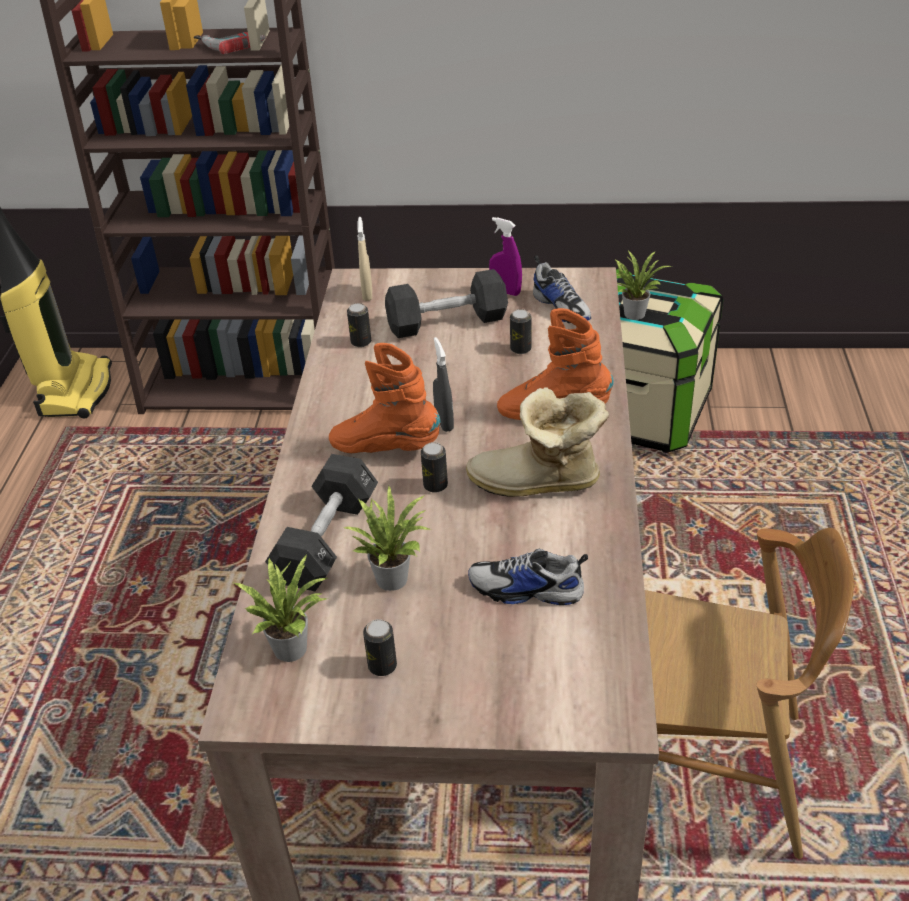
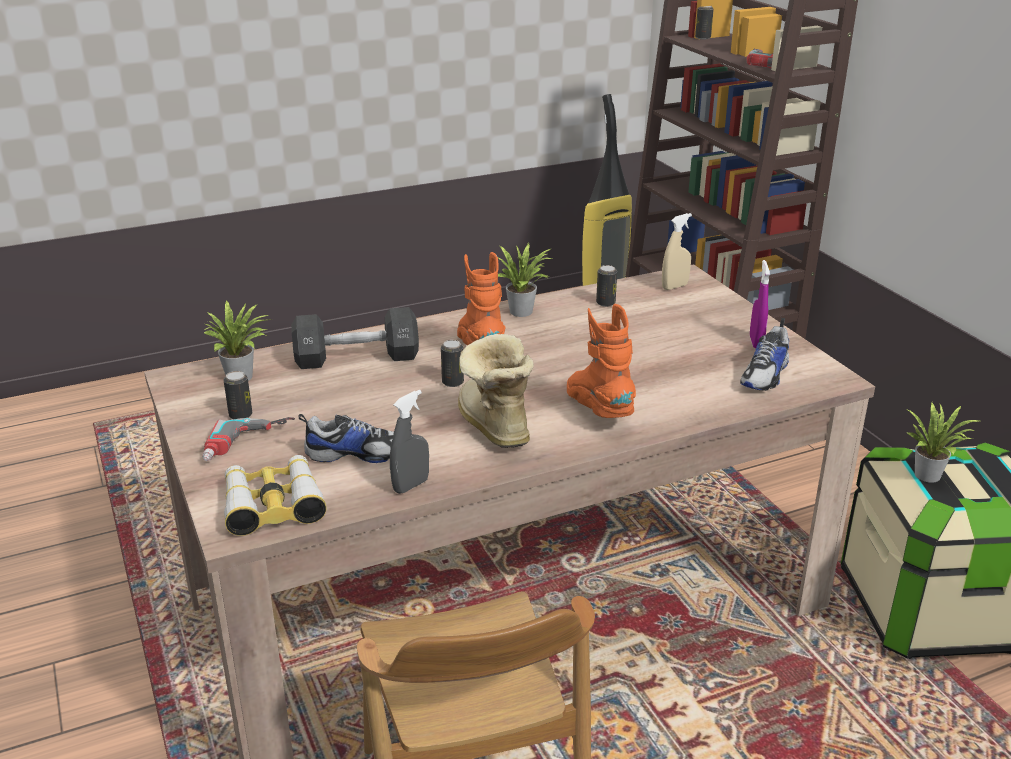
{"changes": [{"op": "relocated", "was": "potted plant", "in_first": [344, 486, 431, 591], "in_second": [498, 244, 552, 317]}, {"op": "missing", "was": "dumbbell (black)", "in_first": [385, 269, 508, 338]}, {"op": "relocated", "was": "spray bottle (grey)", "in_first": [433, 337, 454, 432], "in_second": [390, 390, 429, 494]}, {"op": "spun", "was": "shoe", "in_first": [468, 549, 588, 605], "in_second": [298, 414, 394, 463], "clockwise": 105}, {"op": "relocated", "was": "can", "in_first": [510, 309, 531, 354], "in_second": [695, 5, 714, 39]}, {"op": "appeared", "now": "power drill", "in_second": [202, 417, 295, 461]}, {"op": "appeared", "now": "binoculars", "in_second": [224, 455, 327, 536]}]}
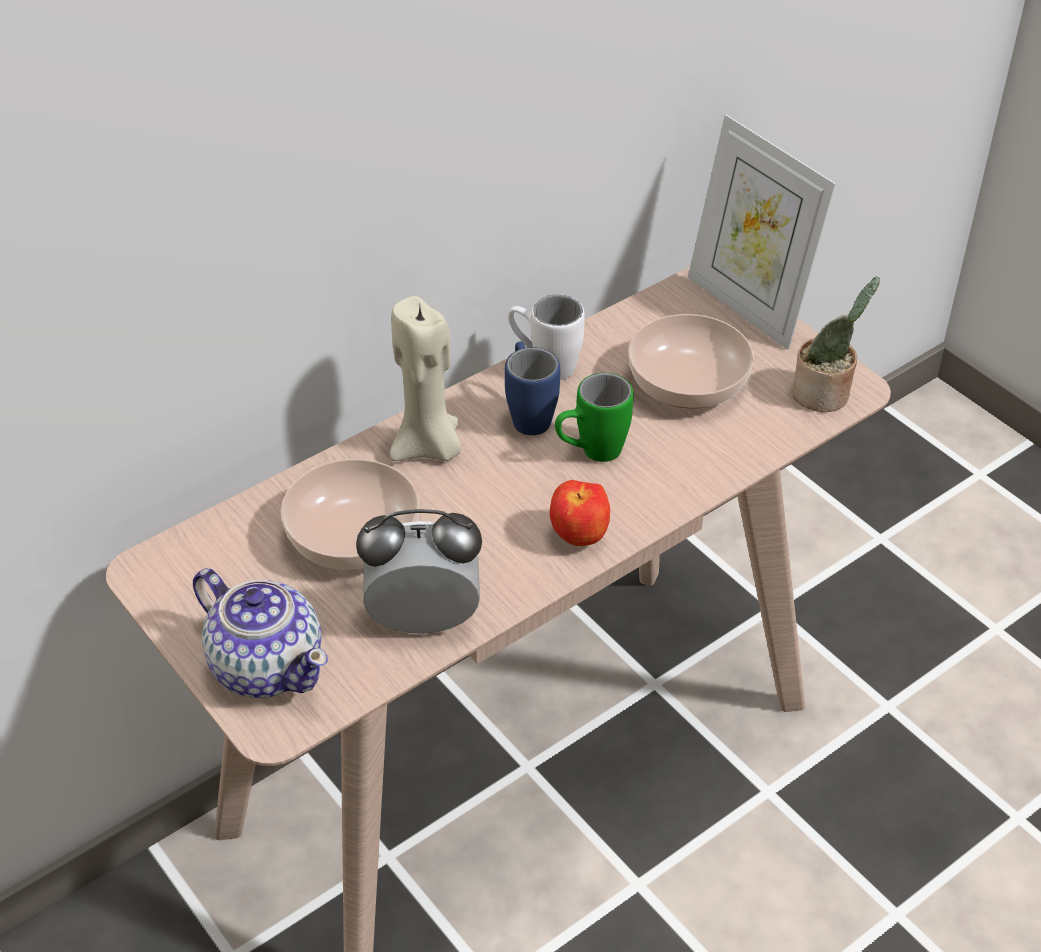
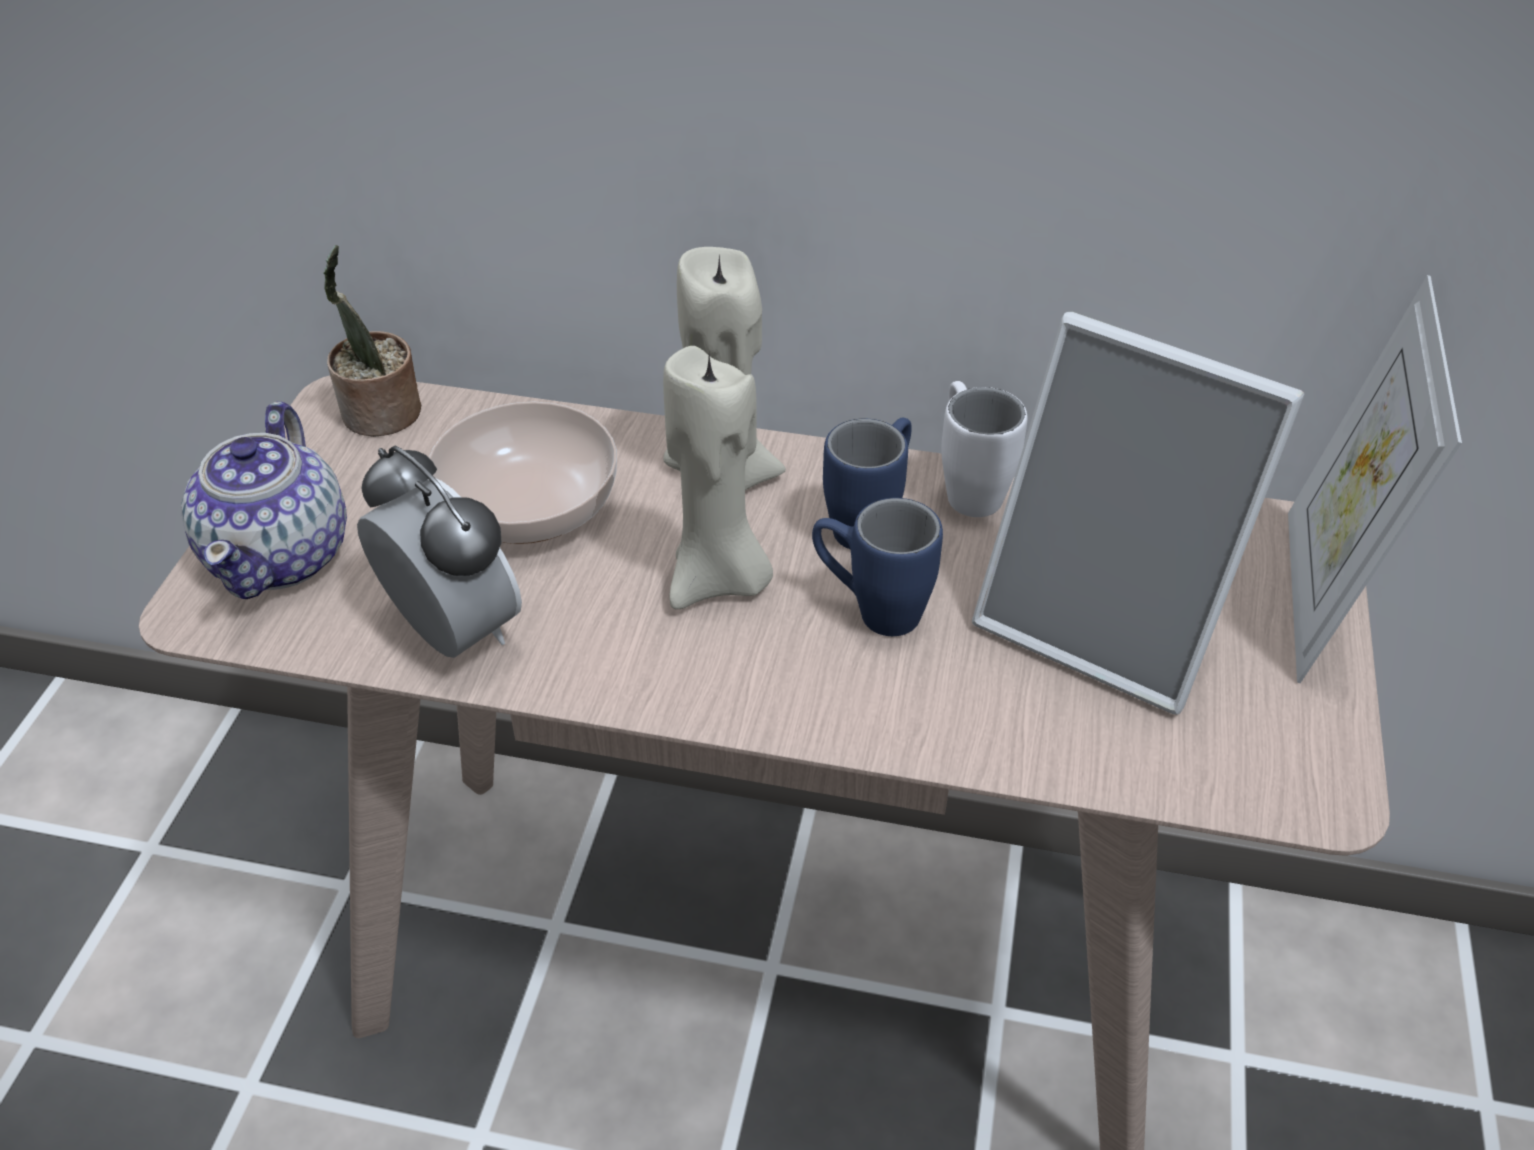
{"changes": [{"op": "missing", "was": "apple", "in_first": [550, 480, 610, 546]}, {"op": "colour", "was": "mug (green)", "now": "mug (blue)", "in_first": [555, 373, 633, 462], "in_second": [812, 498, 943, 636]}, {"op": "exchanged", "was": "bowl", "now": "picture frame", "in_first": [628, 314, 754, 408], "in_second": [972, 312, 1304, 714]}, {"op": "relocated", "was": "potted plant", "in_first": [793, 277, 880, 412], "in_second": [323, 245, 421, 437]}, {"op": "appeared", "now": "candle (beige)", "in_second": [663, 346, 773, 609]}]}
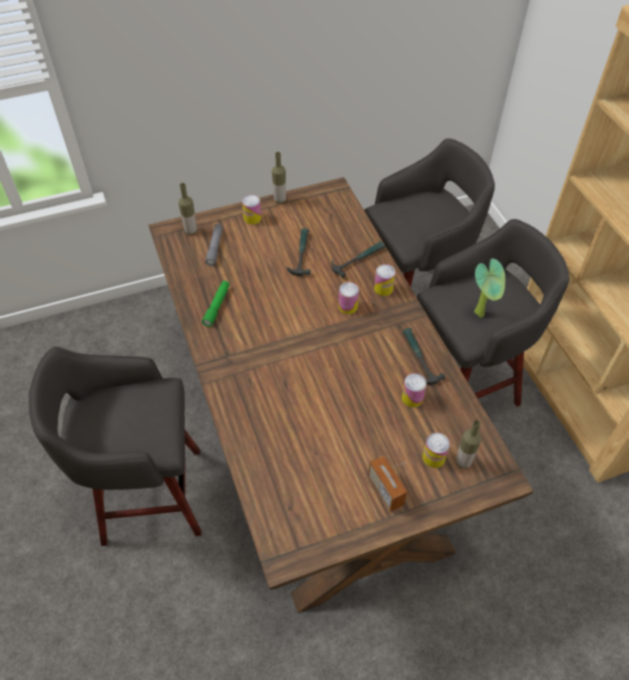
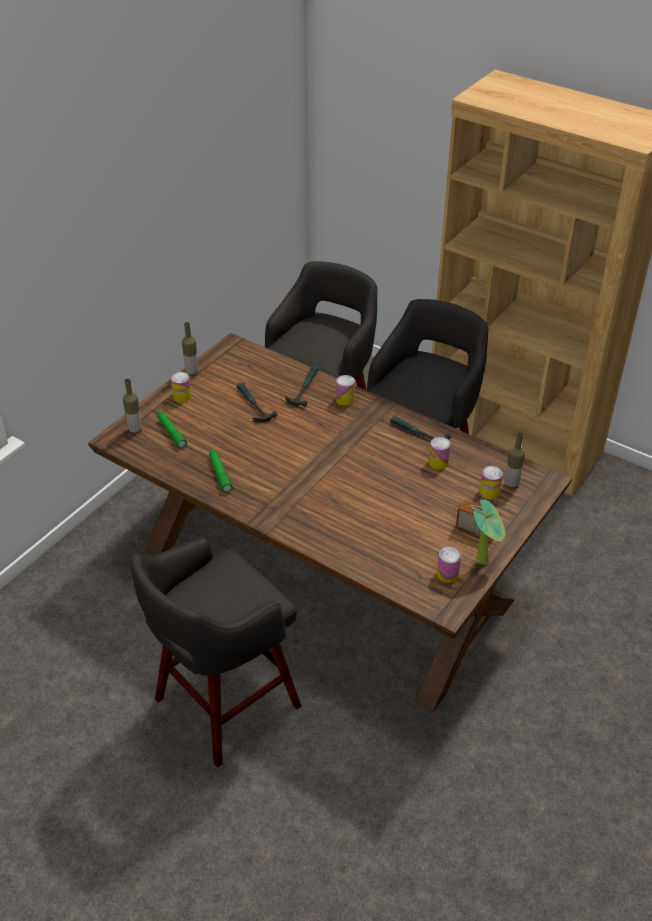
{"changes": [{"op": "colour", "was": "flashlight (grey)", "now": "flashlight (green)", "in_first": [205, 224, 222, 266], "in_second": [157, 411, 187, 449]}, {"op": "relocated", "was": "can", "in_first": [338, 282, 359, 314], "in_second": [437, 547, 461, 583]}, {"op": "relocated", "was": "potted plant", "in_first": [474, 258, 505, 318], "in_second": [474, 499, 505, 566]}]}
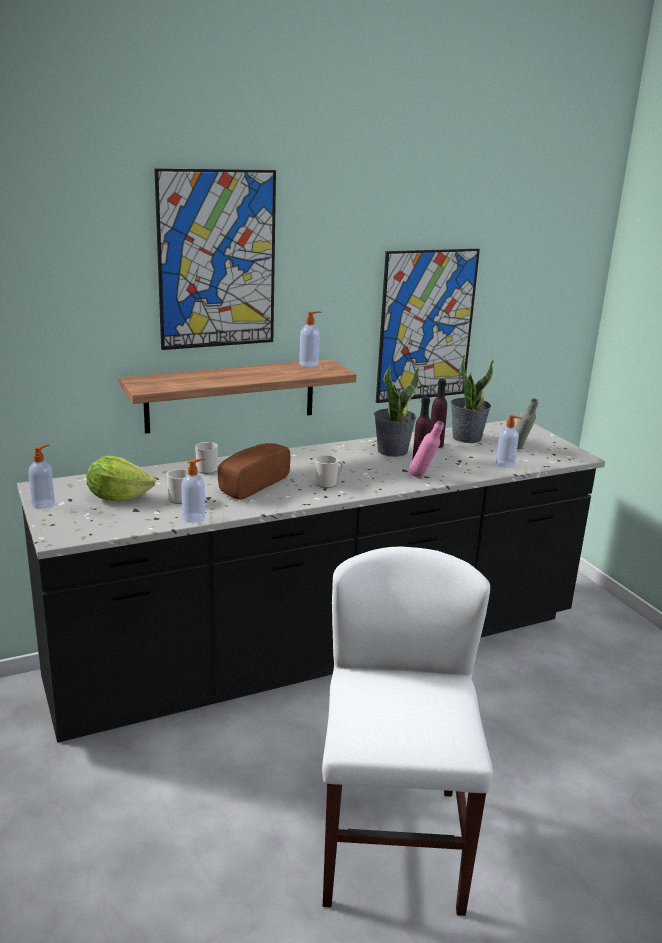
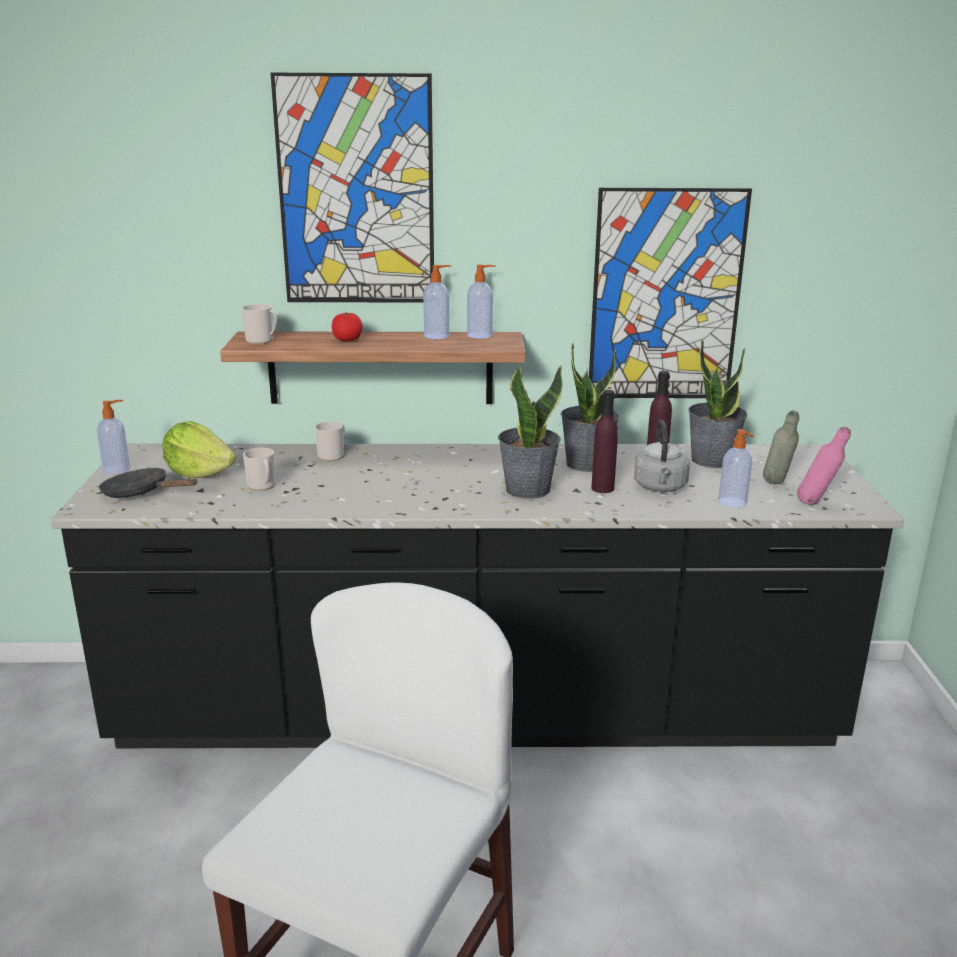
{"changes": [{"op": "relocated", "was": "soap dispenser", "in_first": [181, 458, 205, 523], "in_second": [423, 265, 451, 339]}, {"op": "missing", "was": "bread", "in_first": [218, 443, 290, 500]}, {"op": "relocated", "was": "mug", "in_first": [315, 455, 343, 488], "in_second": [241, 304, 277, 344]}, {"op": "relocated", "was": "bottle (pink)", "in_first": [409, 421, 444, 478], "in_second": [797, 427, 851, 505]}, {"op": "appeared", "now": "frying pan (black)", "in_second": [99, 468, 197, 498]}, {"op": "appeared", "now": "tomato", "in_second": [332, 312, 363, 341]}, {"op": "appeared", "now": "potted plant", "in_second": [498, 365, 562, 499]}, {"op": "appeared", "now": "kettle (grey)", "in_second": [634, 420, 690, 492]}]}
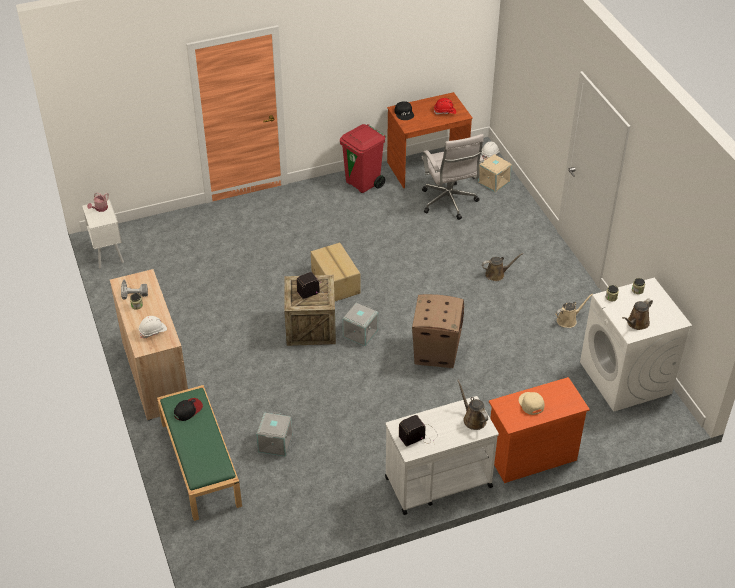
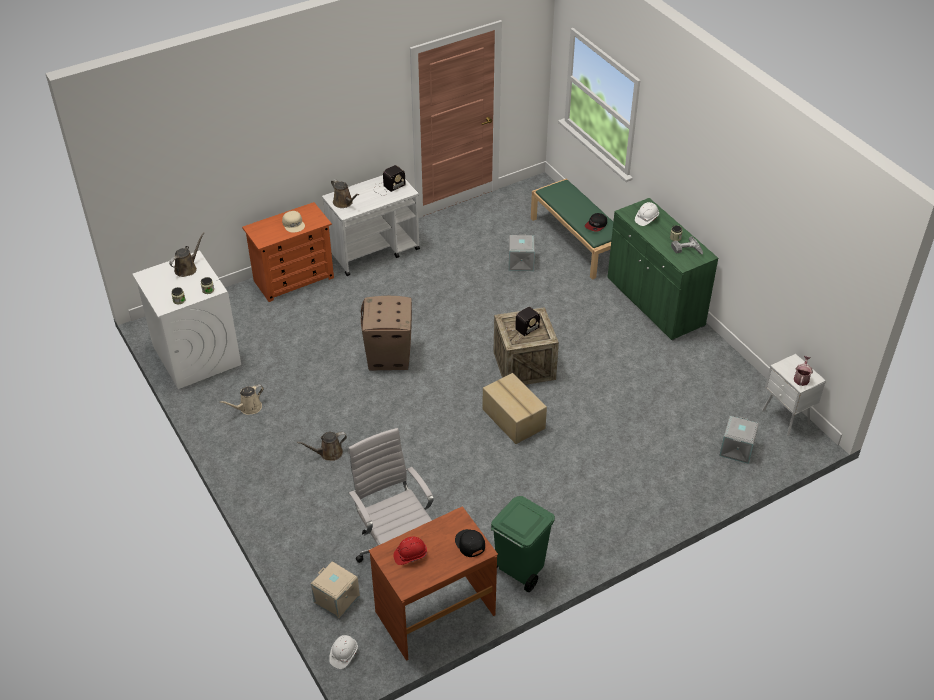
{"changes": [{"op": "colour", "was": "cabinet (beige)", "now": "cabinet (green)", "in_first": [110, 269, 188, 421], "in_second": [607, 198, 718, 341]}, {"op": "colour", "was": "trash can (red)", "now": "trash can (green)", "in_first": [340, 124, 386, 193], "in_second": [491, 496, 555, 592]}, {"op": "relocated", "was": "storage box (grey)", "in_first": [342, 303, 378, 346], "in_second": [719, 416, 759, 464]}]}
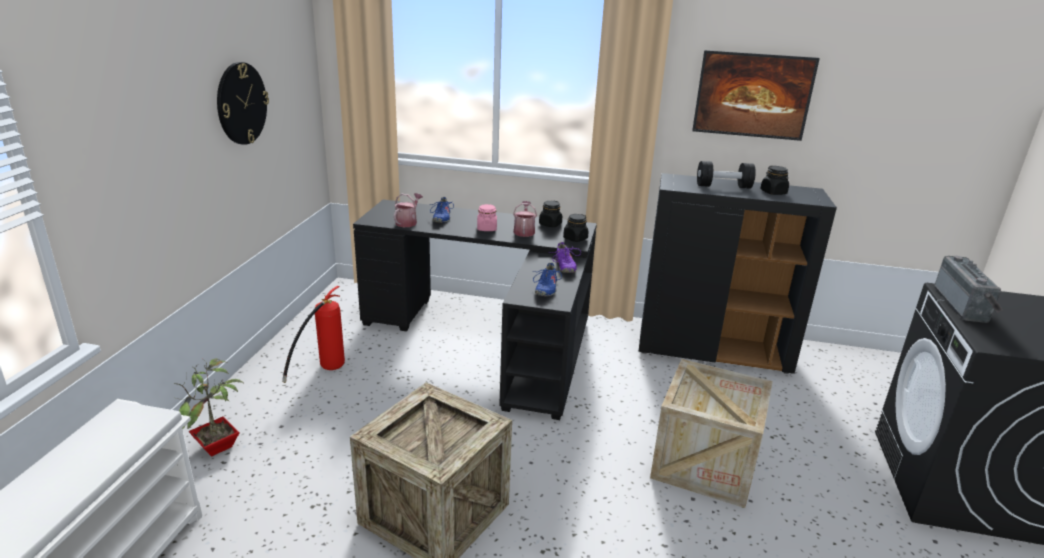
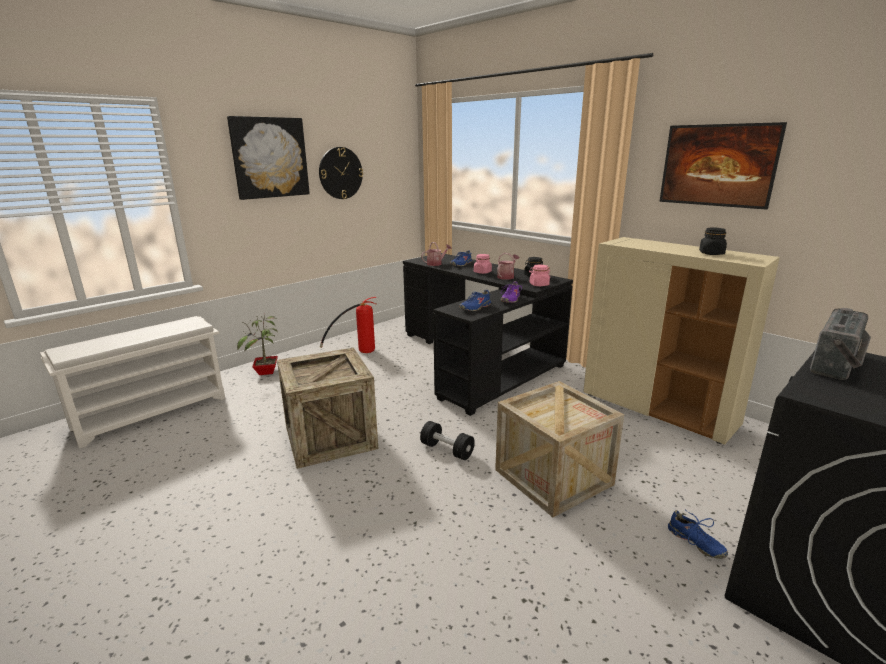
{"changes": [{"op": "colour", "was": "jar (black)", "now": "jar (pink)", "in_first": [563, 214, 589, 242], "in_second": [529, 265, 550, 286]}, {"op": "colour", "was": "cabinet (black)", "now": "cabinet (beige)", "in_first": [638, 173, 837, 374], "in_second": [583, 237, 780, 445]}, {"op": "relocated", "was": "dumbbell (black)", "in_first": [697, 161, 756, 188], "in_second": [420, 421, 475, 460]}, {"op": "appeared", "now": "picture", "in_second": [227, 116, 310, 200]}, {"op": "appeared", "now": "shoe (blue)", "in_second": [668, 510, 728, 559]}]}
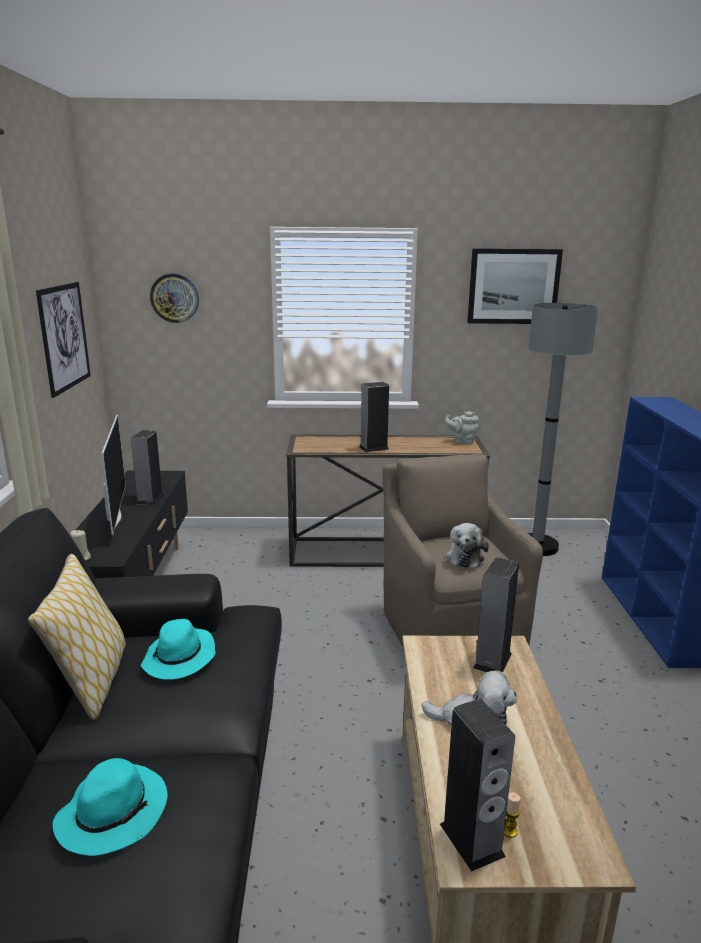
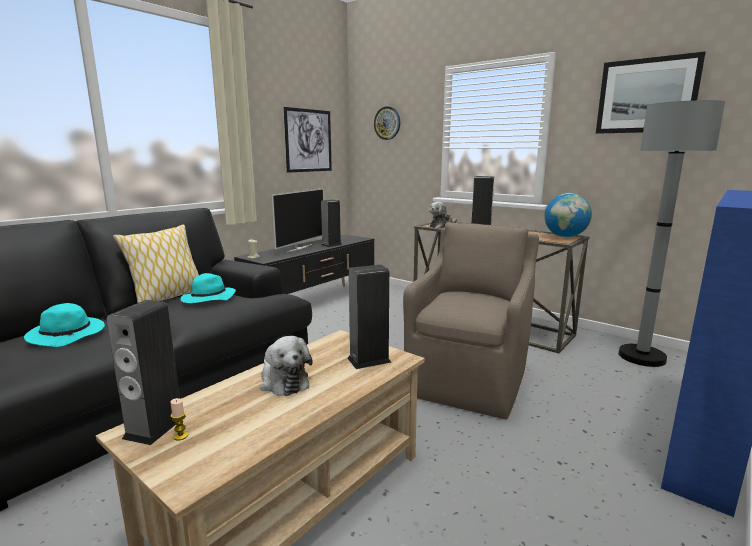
{"changes": [{"op": "exchanged", "was": "teapot (grey)", "now": "globe", "in_first": [445, 411, 479, 444], "in_second": [544, 193, 592, 237]}, {"op": "relocated", "was": "plush toy", "in_first": [445, 523, 489, 568], "in_second": [429, 202, 457, 228]}]}
